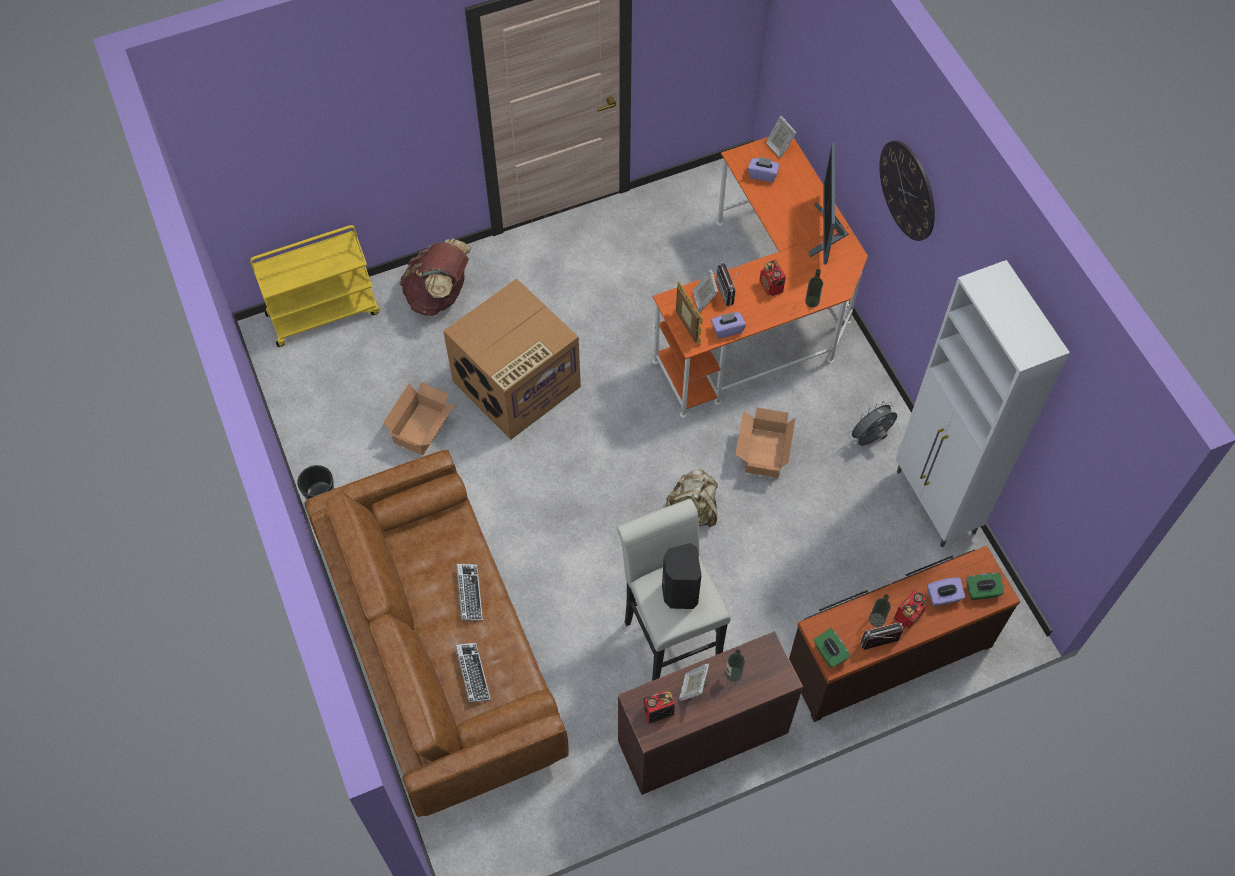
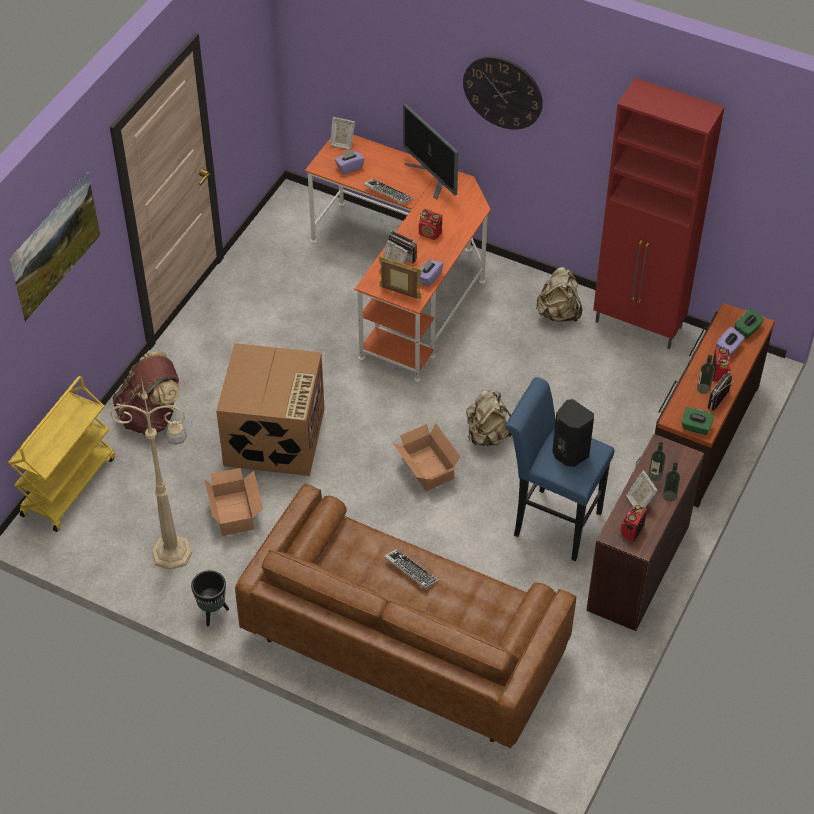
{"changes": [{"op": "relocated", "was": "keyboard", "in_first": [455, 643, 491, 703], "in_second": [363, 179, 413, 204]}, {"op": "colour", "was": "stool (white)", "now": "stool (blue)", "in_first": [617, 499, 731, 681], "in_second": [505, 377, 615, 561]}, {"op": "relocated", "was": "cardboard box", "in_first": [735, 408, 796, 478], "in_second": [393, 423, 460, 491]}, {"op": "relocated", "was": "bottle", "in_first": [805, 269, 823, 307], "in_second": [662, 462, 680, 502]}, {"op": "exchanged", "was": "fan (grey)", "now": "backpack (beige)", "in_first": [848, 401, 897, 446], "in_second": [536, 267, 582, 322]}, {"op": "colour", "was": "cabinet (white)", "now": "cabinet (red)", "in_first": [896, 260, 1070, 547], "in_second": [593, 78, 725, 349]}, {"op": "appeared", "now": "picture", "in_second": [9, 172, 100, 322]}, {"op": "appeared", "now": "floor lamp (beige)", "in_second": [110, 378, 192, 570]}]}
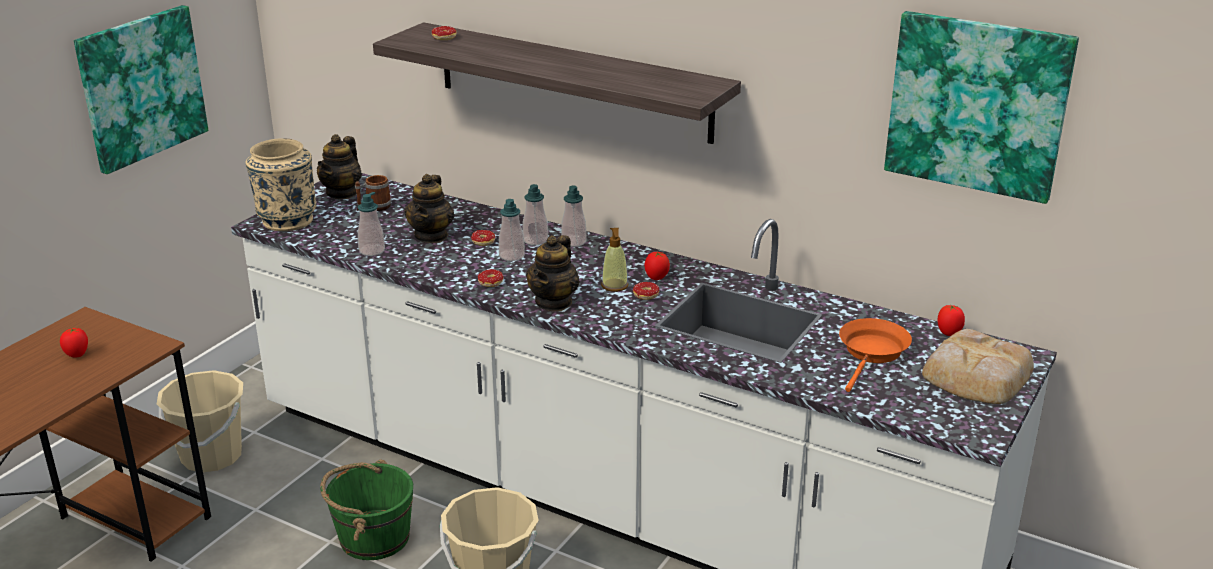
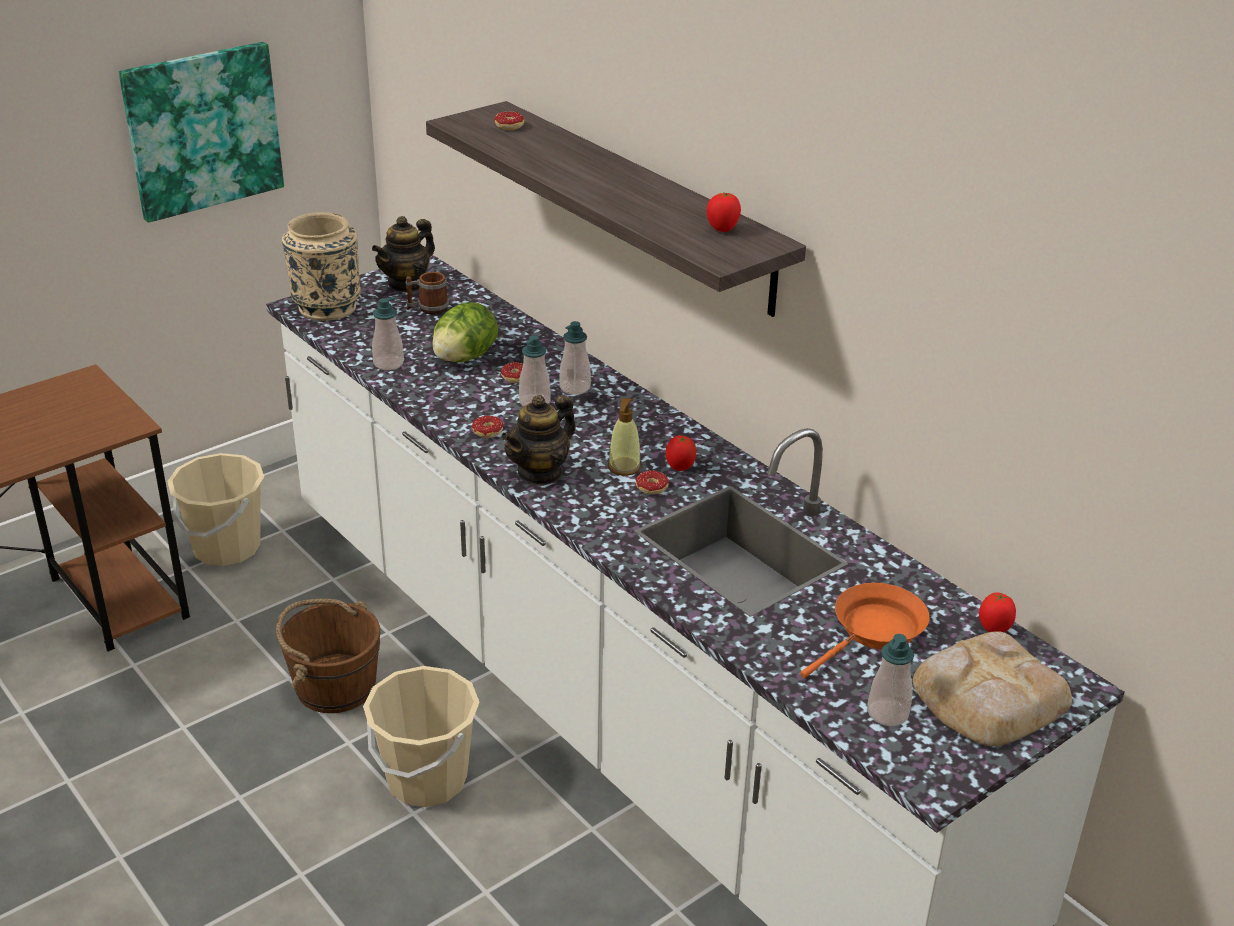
{"changes": [{"op": "relocated", "was": "tomato", "in_first": [60, 328, 88, 358], "in_second": [707, 192, 741, 232]}, {"op": "colour", "was": "bucket (green)", "now": "bucket (brown)", "in_first": [320, 459, 413, 560], "in_second": [276, 599, 380, 713]}, {"op": "exchanged", "was": "teapot", "now": "lettuce", "in_first": [404, 174, 455, 243], "in_second": [432, 302, 498, 362]}, {"op": "relocated", "was": "soap dispenser", "in_first": [561, 186, 587, 247], "in_second": [867, 634, 914, 726]}, {"op": "missing", "was": "picture", "in_first": [884, 11, 1079, 204]}]}
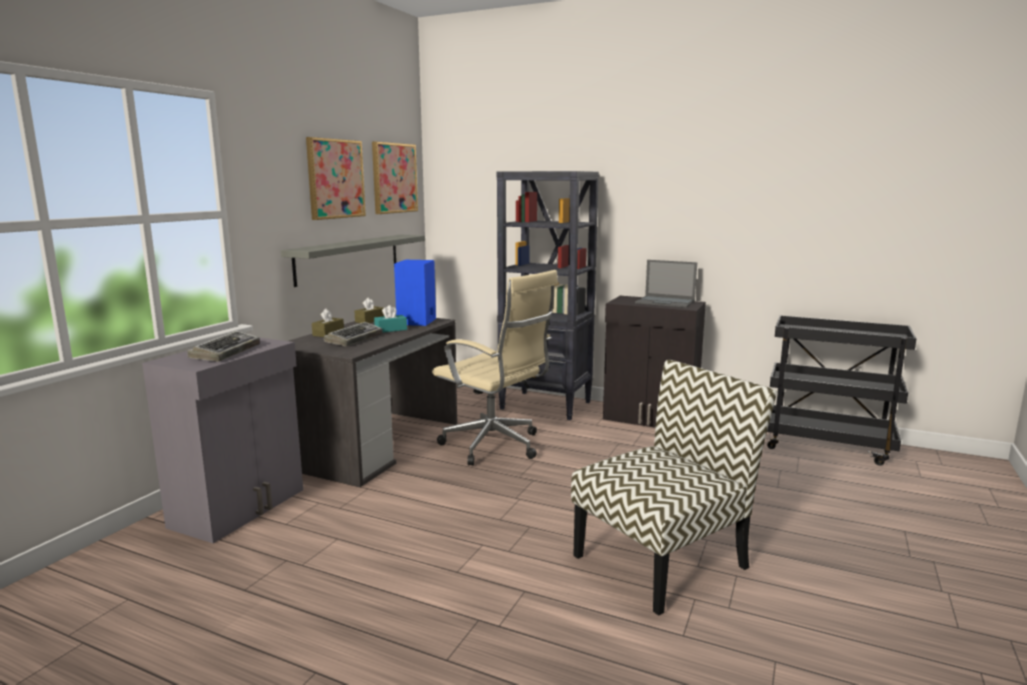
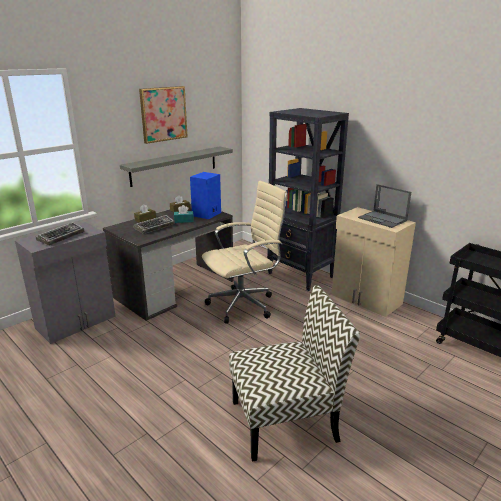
{"changes": [{"op": "missing", "was": "picture", "in_first": [372, 142, 418, 214]}, {"op": "spun", "was": "office chair (beige)", "in_first": [432, 270, 558, 465], "in_second": [202, 181, 288, 323], "clockwise": -90}, {"op": "colour", "was": "cabinet (black)", "now": "cabinet (beige)", "in_first": [603, 296, 706, 428], "in_second": [332, 207, 416, 317]}]}
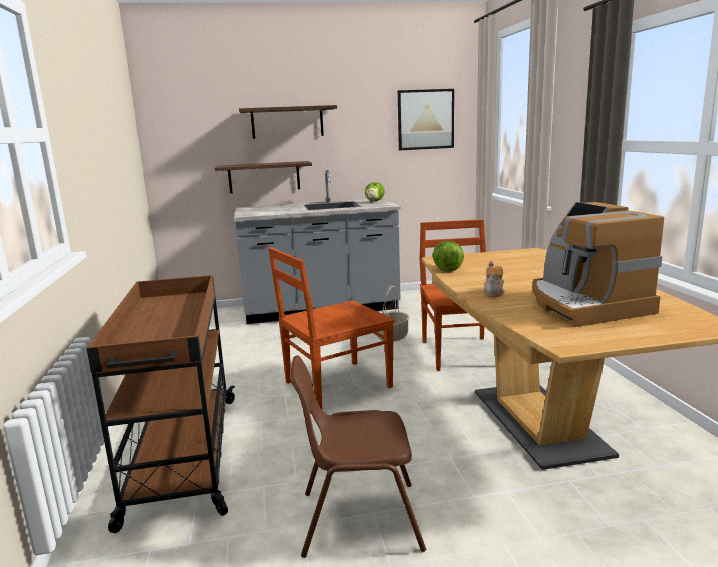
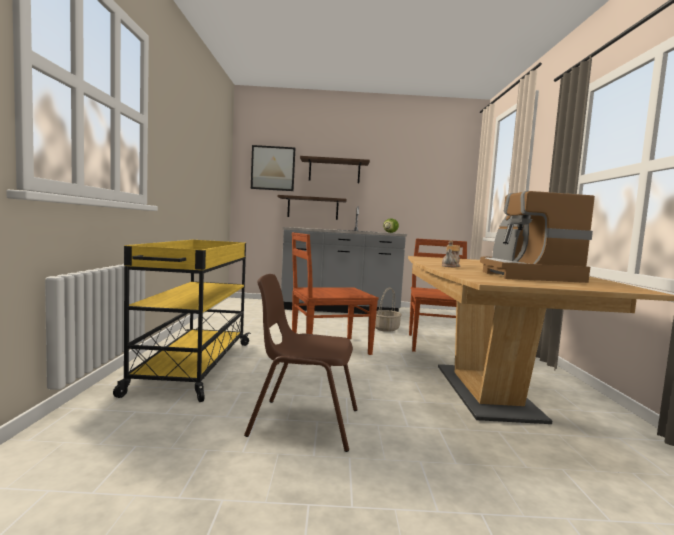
{"changes": [{"op": "colour", "was": "cart (brown)", "now": "cart (yellow)", "in_first": [87, 275, 236, 533], "in_second": [113, 240, 251, 402]}, {"op": "relocated", "was": "picture", "in_first": [398, 89, 454, 150], "in_second": [251, 145, 295, 191]}, {"op": "missing", "was": "lettuce", "in_first": [433, 241, 464, 272]}]}
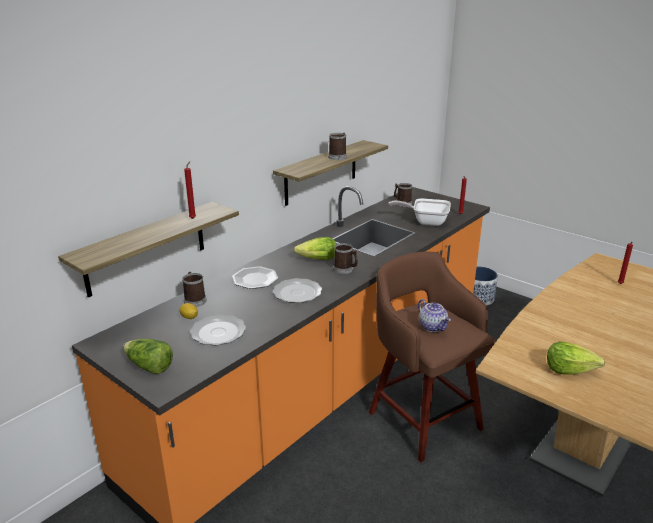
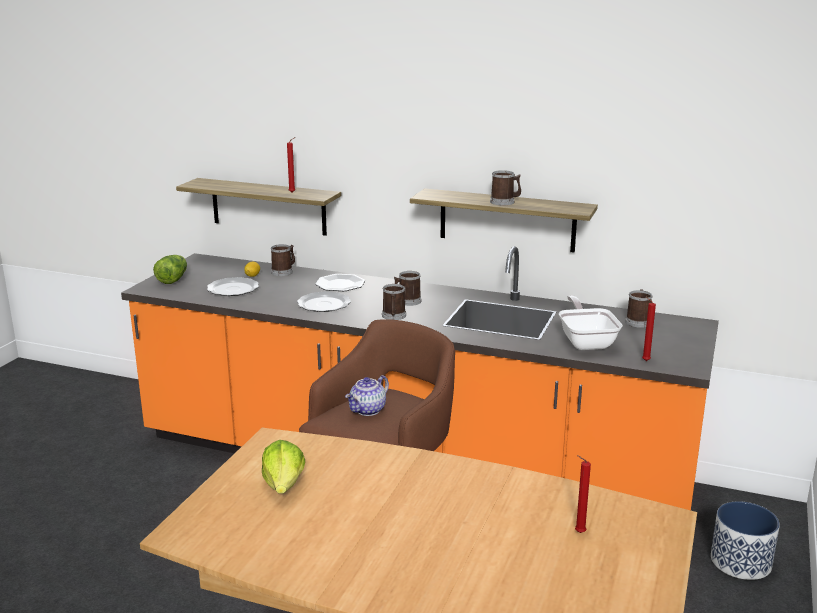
{"changes": [{"op": "exchanged", "was": "lettuce", "now": "mug", "in_first": [294, 237, 336, 260], "in_second": [394, 271, 422, 306]}]}
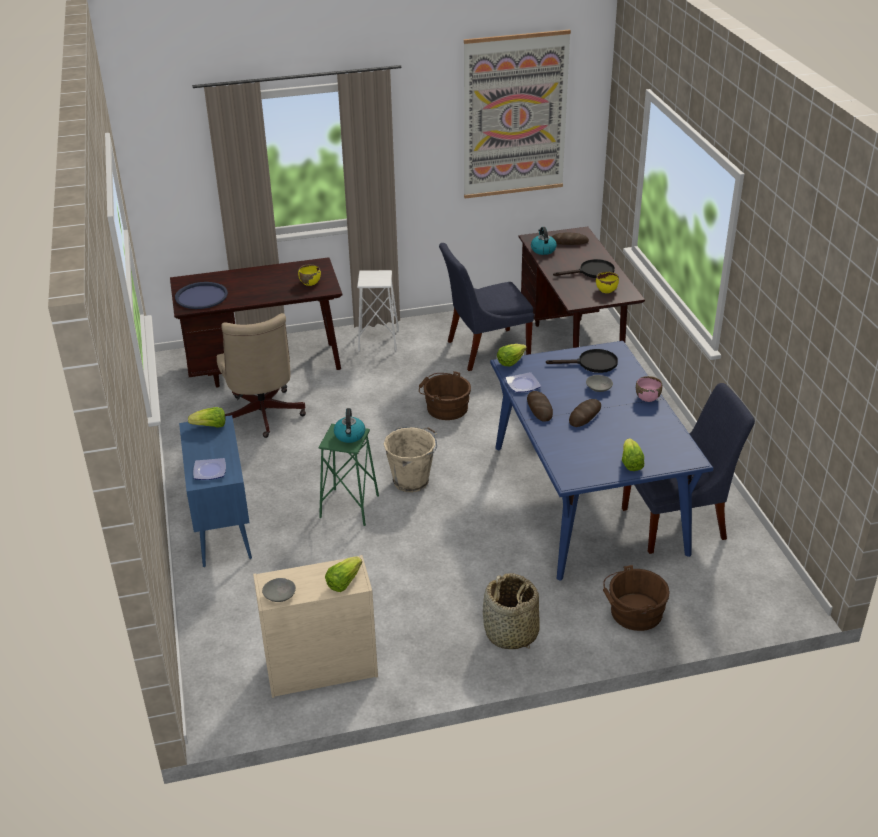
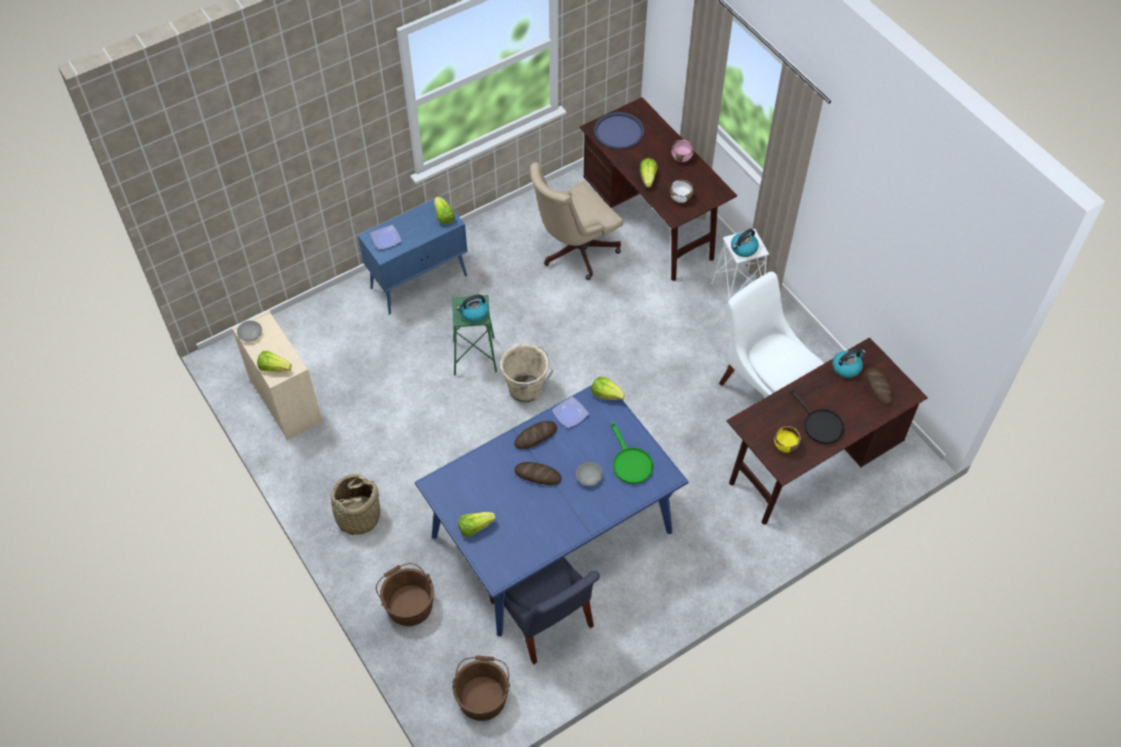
{"changes": [{"op": "colour", "was": "bowl (yellow)", "now": "bowl (white)", "in_first": [298, 264, 321, 286], "in_second": [670, 180, 693, 203]}, {"op": "relocated", "was": "bucket (brown)", "in_first": [419, 371, 471, 420], "in_second": [452, 655, 510, 721]}, {"op": "colour", "was": "chair (blue)", "now": "chair (white)", "in_first": [439, 243, 534, 371], "in_second": [719, 271, 824, 398]}, {"op": "missing", "was": "picture", "in_first": [464, 29, 571, 199]}, {"op": "colour", "was": "frying pan (black)", "now": "frying pan (green)", "in_first": [546, 349, 618, 373], "in_second": [611, 422, 653, 484]}, {"op": "relocated", "was": "bowl (pink)", "in_first": [636, 376, 662, 402], "in_second": [671, 140, 694, 162]}, {"op": "appeared", "now": "lettuce", "in_second": [640, 158, 658, 187]}, {"op": "appeared", "now": "kettle", "in_second": [731, 229, 759, 257]}]}
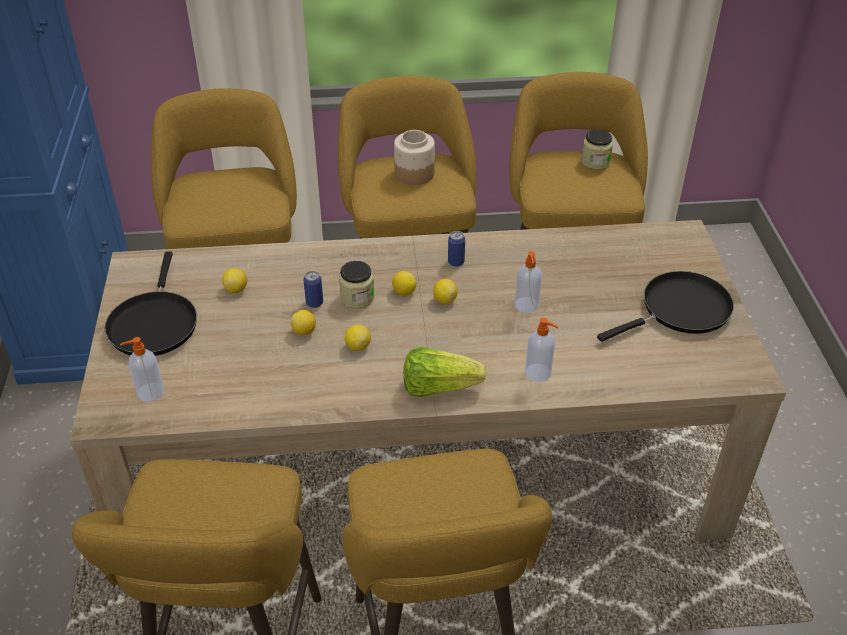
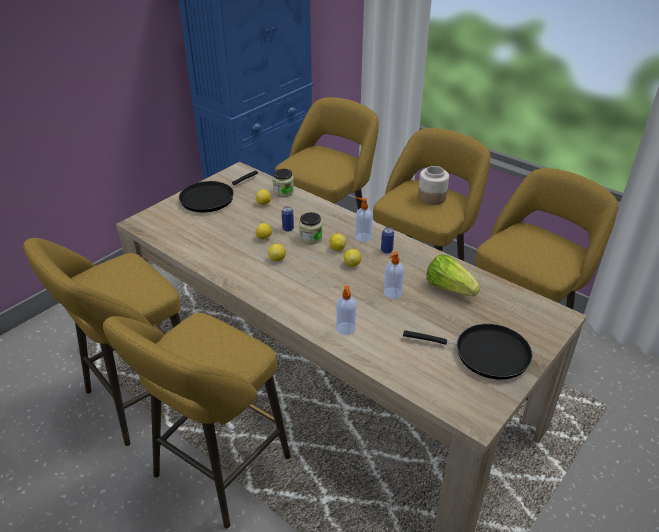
{"changes": [{"op": "relocated", "was": "soap dispenser", "in_first": [120, 337, 164, 402], "in_second": [355, 197, 372, 242]}, {"op": "relocated", "was": "lettuce", "in_first": [404, 346, 486, 397], "in_second": [426, 255, 480, 296]}, {"op": "relocated", "was": "jar", "in_first": [581, 129, 613, 170], "in_second": [273, 169, 294, 197]}]}
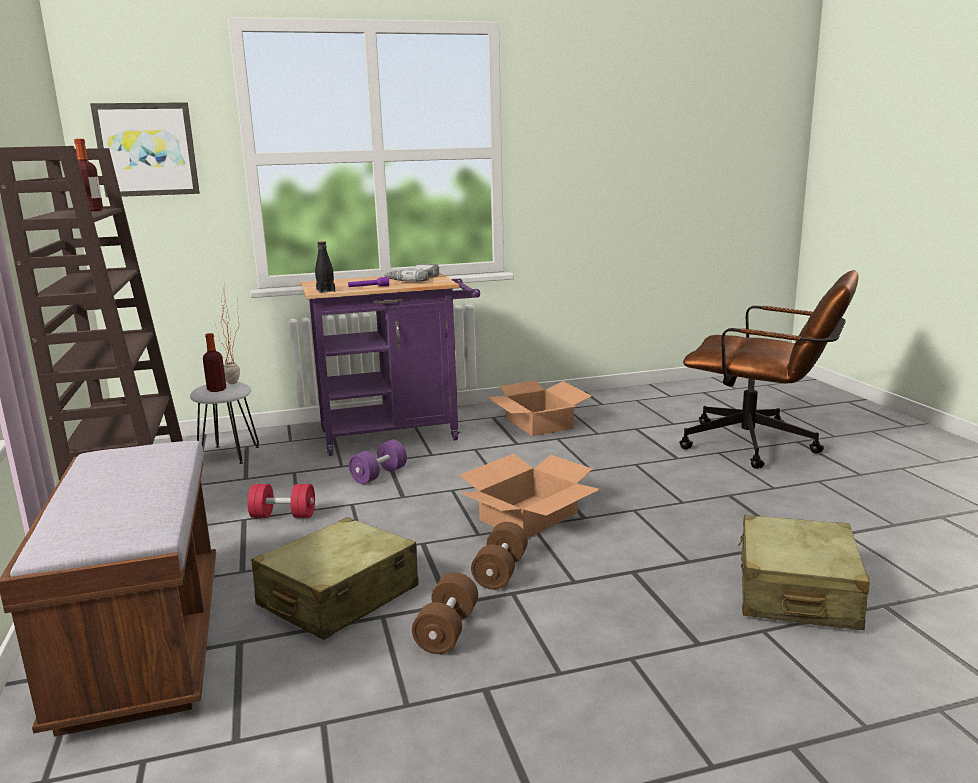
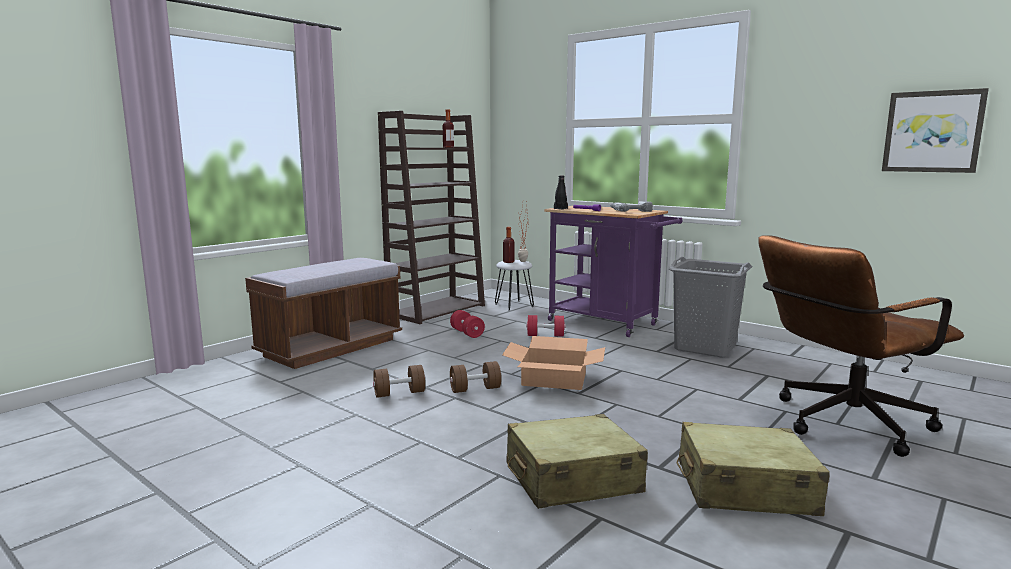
{"changes": [{"op": "relocated", "was": "picture", "in_first": [90, 102, 200, 197], "in_second": [882, 88, 989, 173]}, {"op": "relocated", "was": "suitcase (beige)", "in_first": [251, 517, 419, 640], "in_second": [677, 422, 830, 516]}, {"op": "colour", "was": "dumbbell (purple)", "now": "dumbbell (red)", "in_first": [349, 440, 407, 484], "in_second": [526, 315, 566, 336]}, {"op": "exchanged", "was": "cardboard box", "now": "laundry basket (grey)", "in_first": [487, 381, 592, 436], "in_second": [668, 257, 753, 358]}, {"op": "spun", "was": "office chair (brown)", "in_first": [679, 270, 859, 469], "in_second": [758, 235, 964, 457], "clockwise": 75}]}
